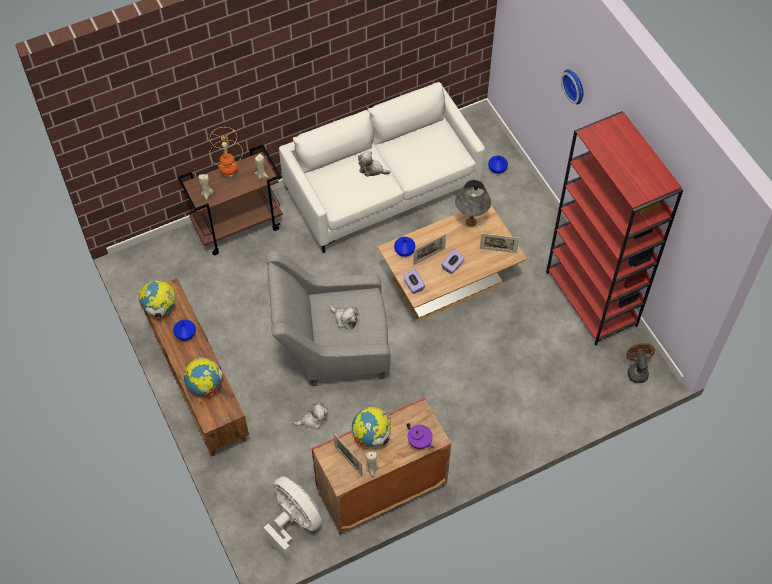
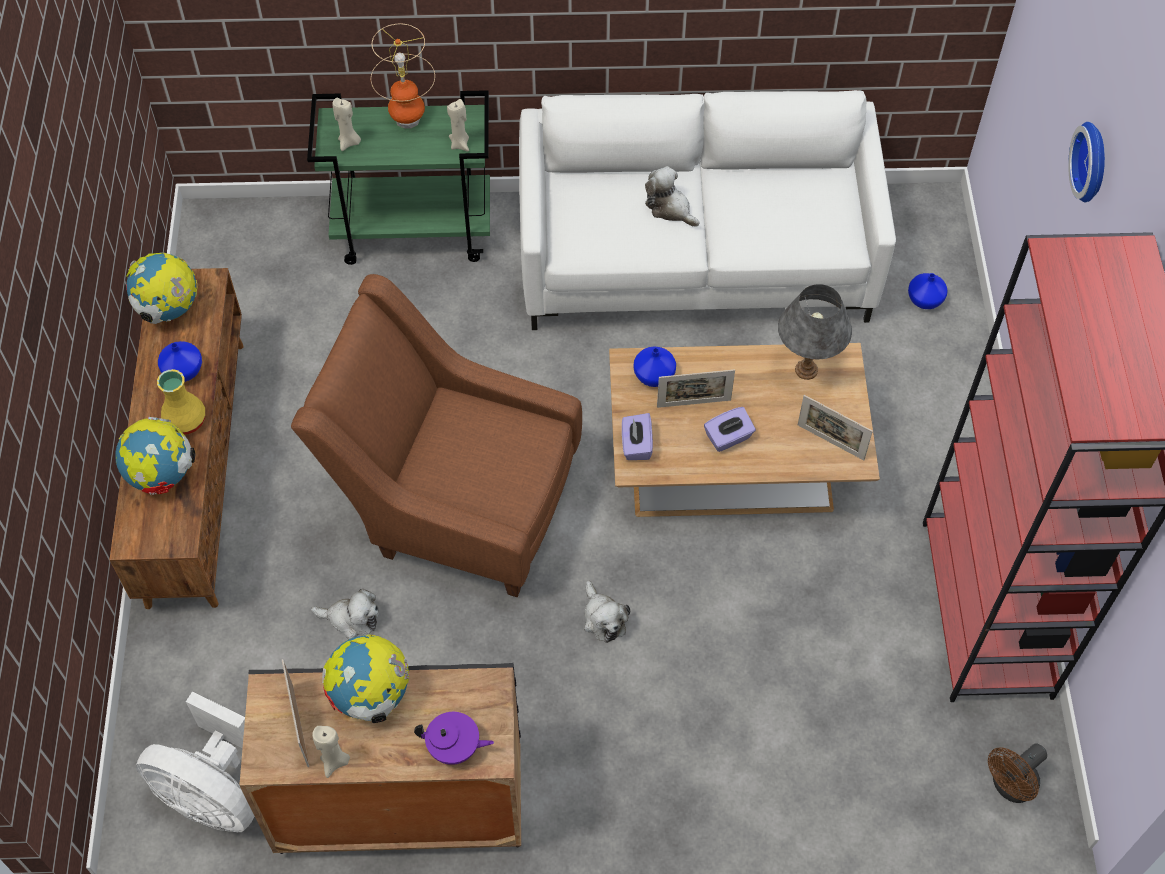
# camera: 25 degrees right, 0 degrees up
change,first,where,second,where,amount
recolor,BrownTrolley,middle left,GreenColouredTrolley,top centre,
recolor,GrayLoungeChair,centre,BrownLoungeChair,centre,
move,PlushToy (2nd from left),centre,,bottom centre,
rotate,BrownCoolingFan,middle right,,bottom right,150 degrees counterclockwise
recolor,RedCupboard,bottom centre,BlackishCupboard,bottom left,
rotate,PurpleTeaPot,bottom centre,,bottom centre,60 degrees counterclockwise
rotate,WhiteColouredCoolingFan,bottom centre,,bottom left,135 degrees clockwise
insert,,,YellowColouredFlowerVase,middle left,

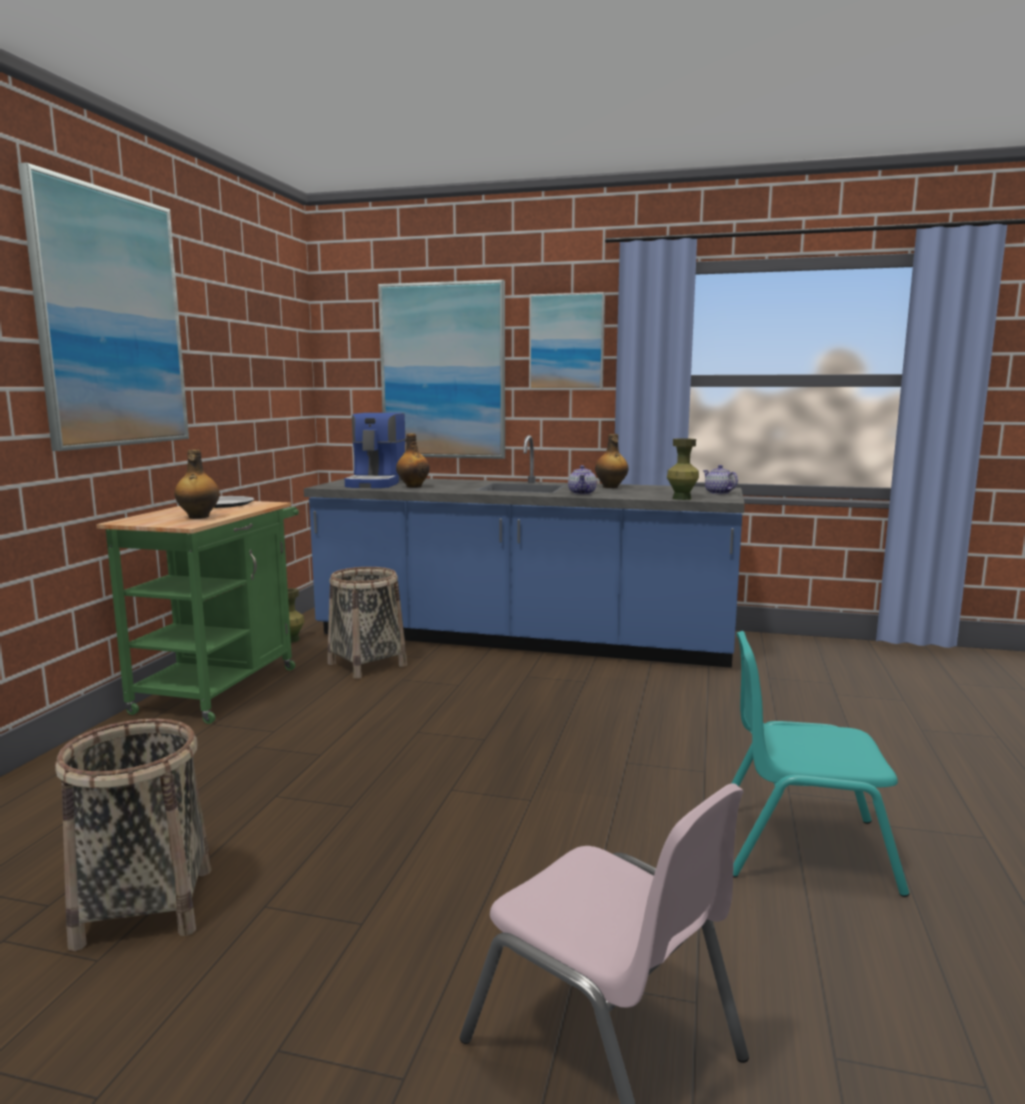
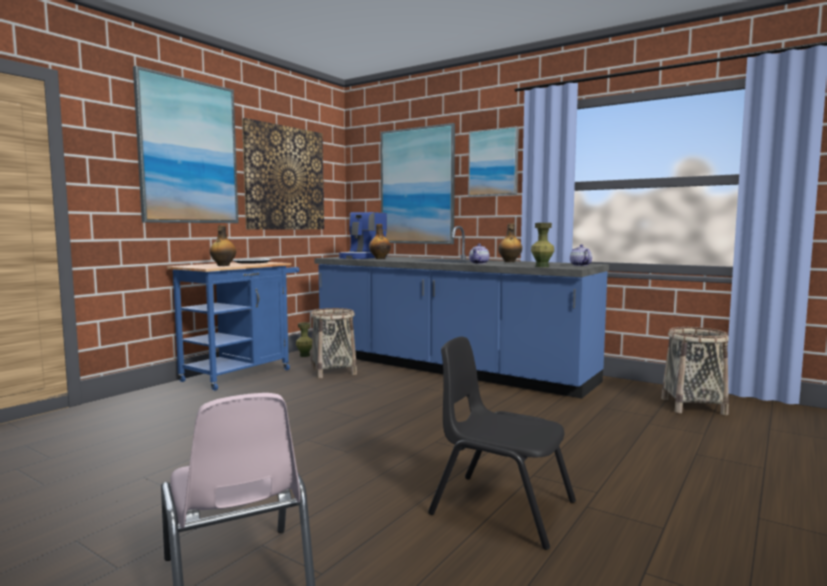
# camera: 20 degrees right, 5 degrees down
change,first,where,second,where,amount
recolor,GreenColouredTrolley,middle left,BluishTrolley,middle left,
recolor,BlueGreenPlainChair,bottom right,BlackishPlainChair,bottom centre,
move,HouseholdBasket (1st from left in the first image),bottom left,HouseholdBasket (2nd from left),middle right,
insert,,,WallArt (2nd from left),top centre,

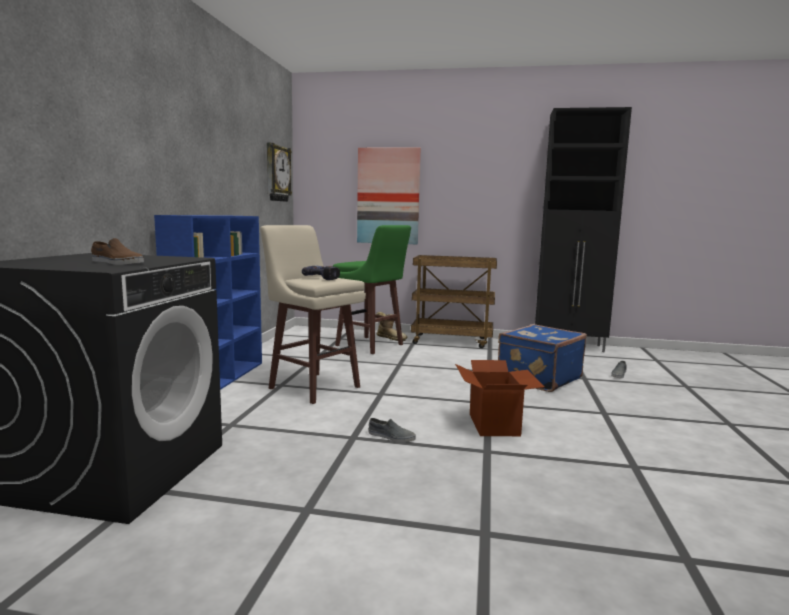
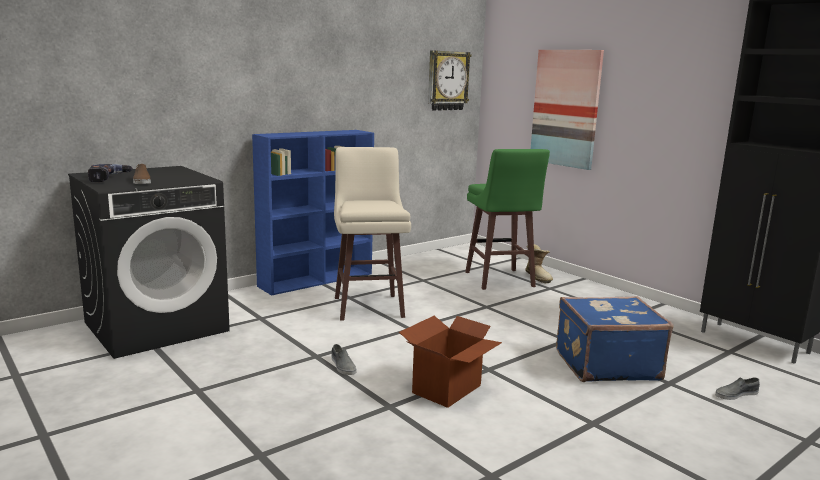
# camera: 40 degrees right, 5 degrees up
change,first,where,second,where,amount
delete,BrownTrolley,centre,,,
move,PowerDrill,centre,,middle left,

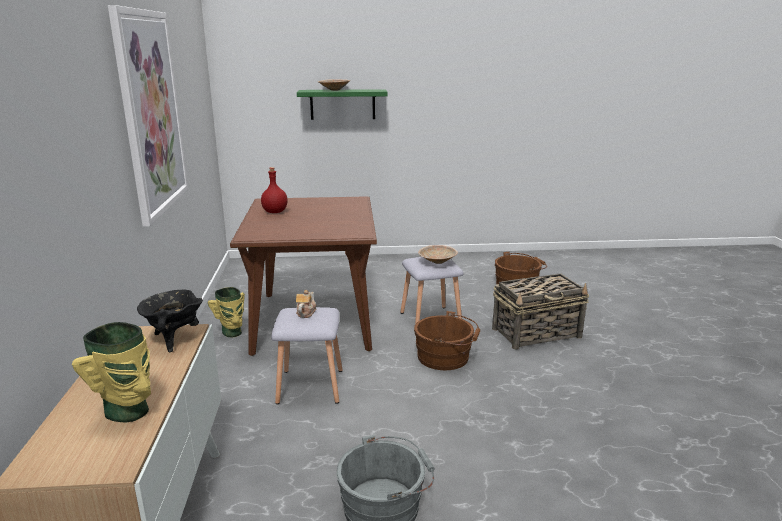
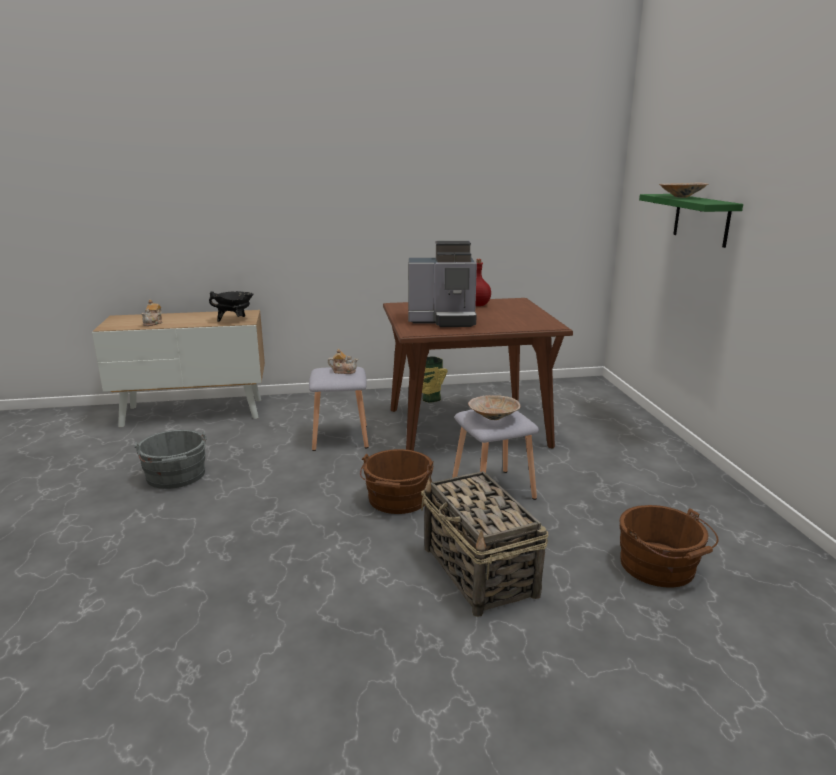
# camera: 85 degrees right, 0 degrees up
change,first,where,second,where,amount
delete,WallArt,top left,,,
replace,FlowerVase (1st from left),bottom left,TeaPot (1st from left),middle left,
insert,,,CoffeeBrewer,centre,

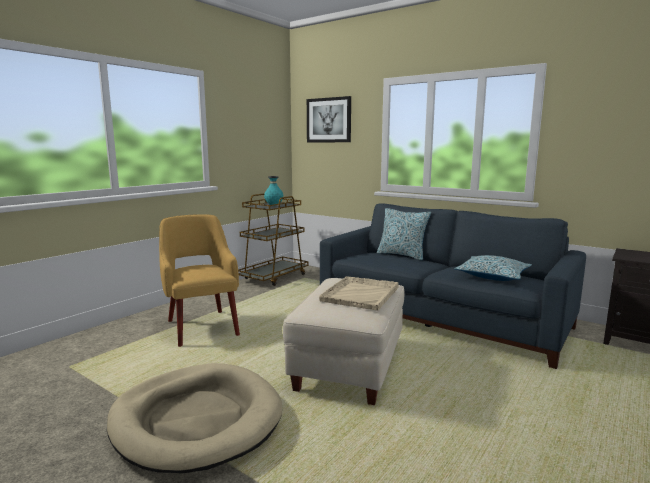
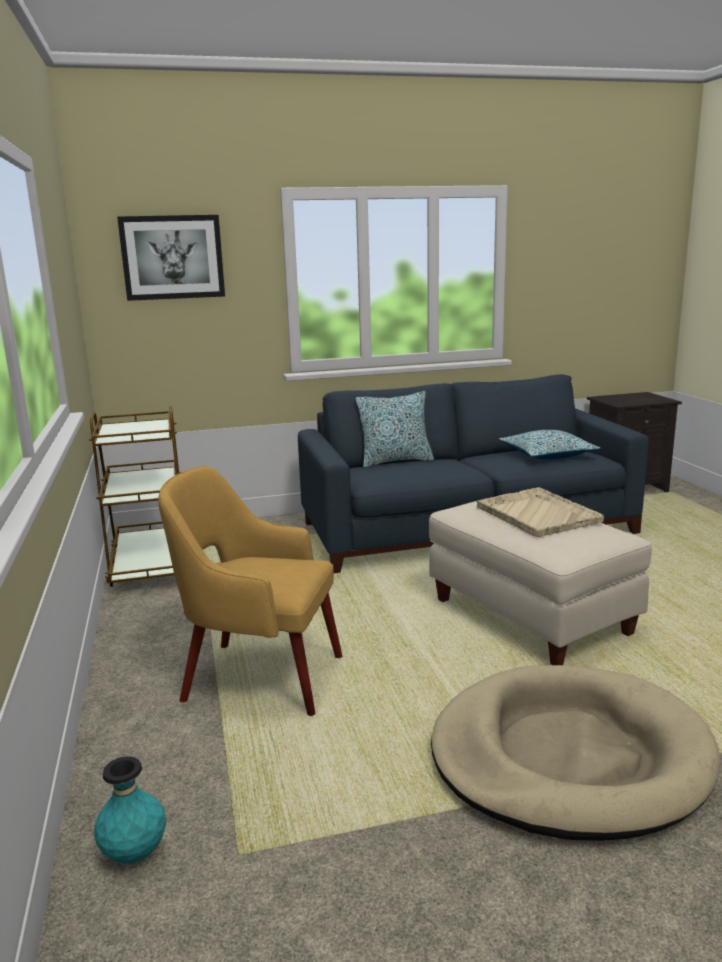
# camera: 50 degrees left, 5 degrees up
change,first,where,second,where,amount
move,BlueGreenFlowerVase,centre,,bottom left,

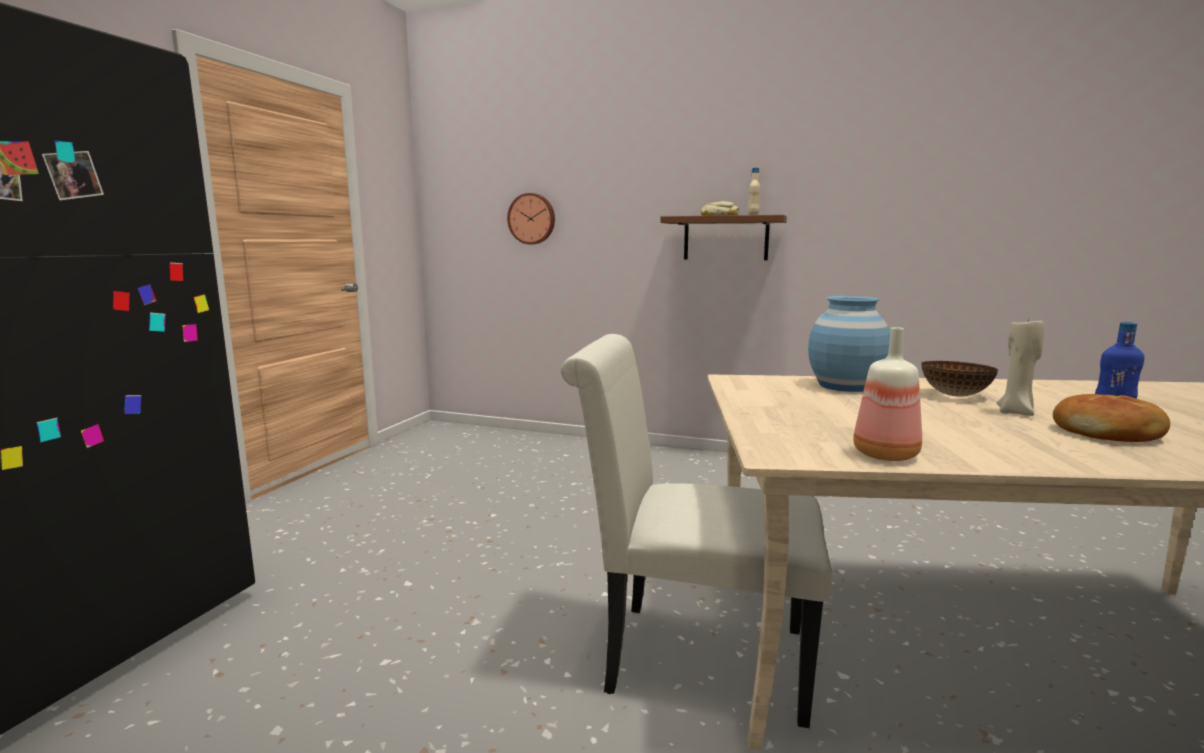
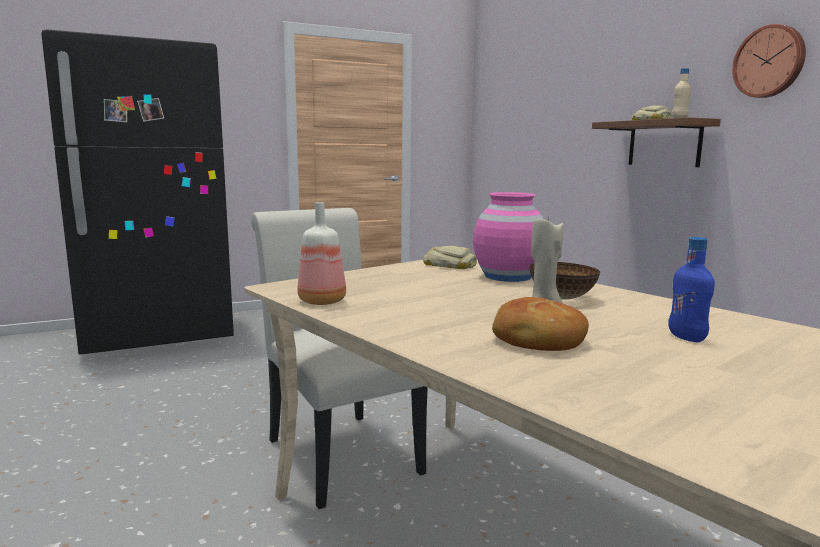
# camera: 45 degrees right, 0 degrees up
change,first,where,second,where,amount
move,HangingClock,top centre,,top right,
recolor,BluishFlowerVase,middle right,PinkColouredFlowerVase,centre,
insert,,,BakedBread (1st from left),centre,

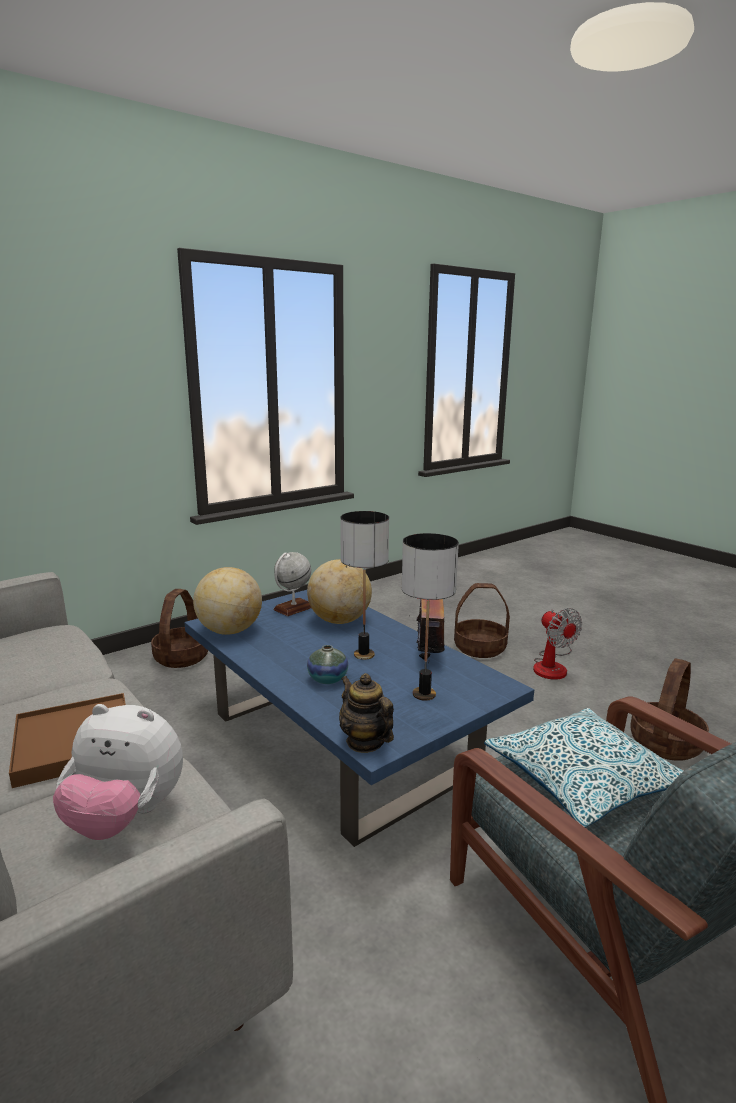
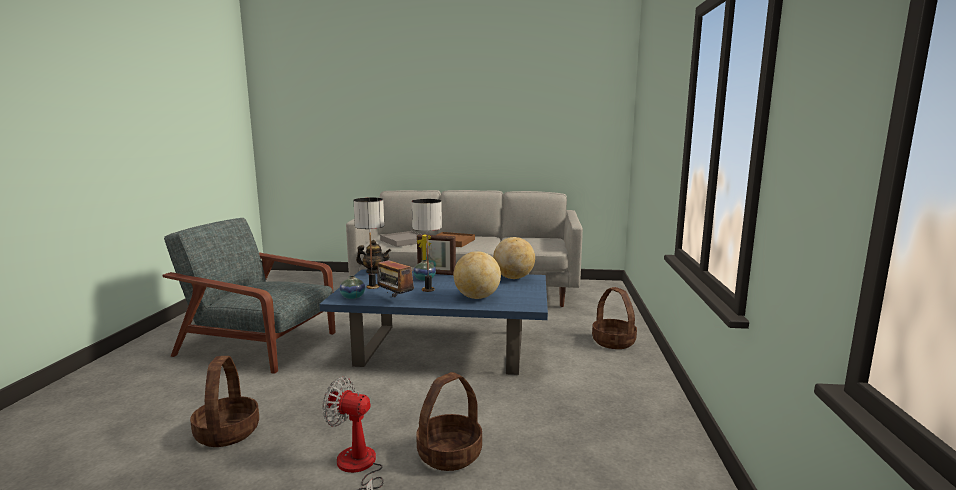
# camera: 135 degrees right, 5 degrees down
change,first,where,second,where,amount
delete,DeskGlobe (2nd from left),centre,,,
replace,PlushToy,bottom left,GrayTray,centre,
delete,Pillow,bottom right,,,
insert,,,PictureFrame,centre,
insert,,,FlowerVase (1st from left),centre,

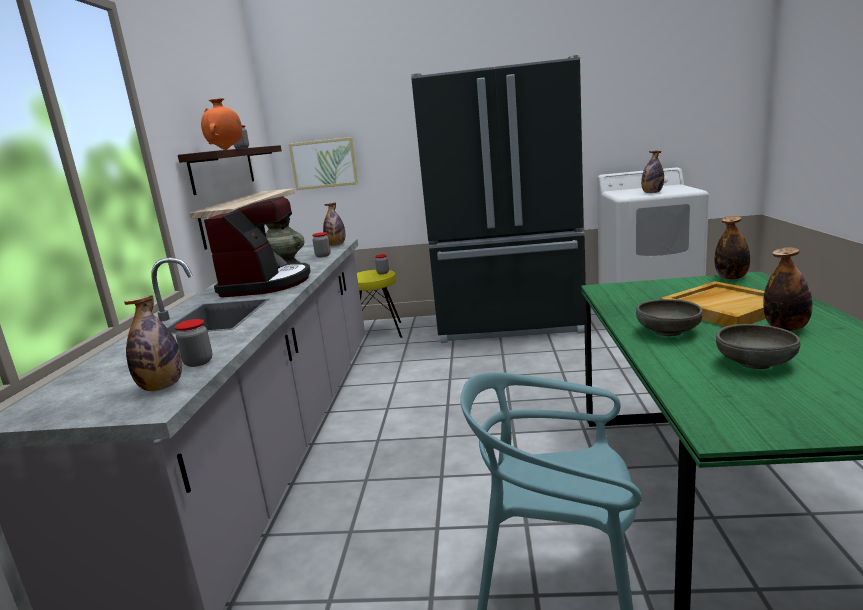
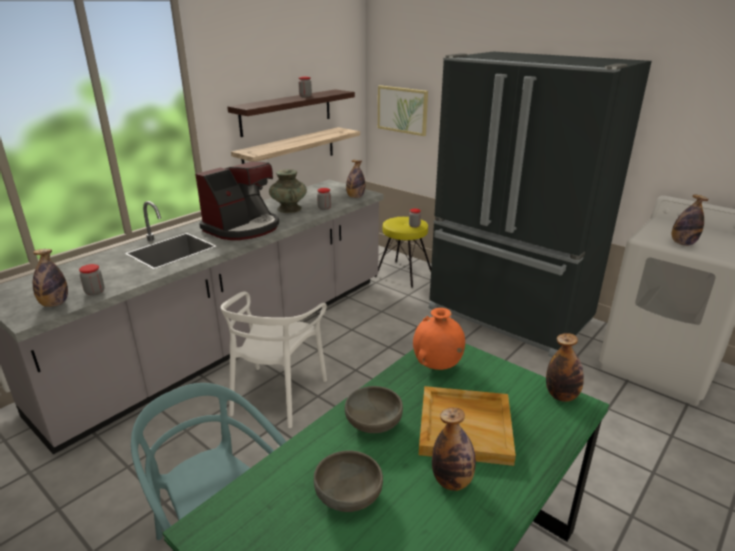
# camera: 35 degrees right, 10 degrees up
change,first,where,second,where,amount
move,OrangeFlowerVase,top left,,centre,
insert,,,WhiteColouredPlainChair,centre,

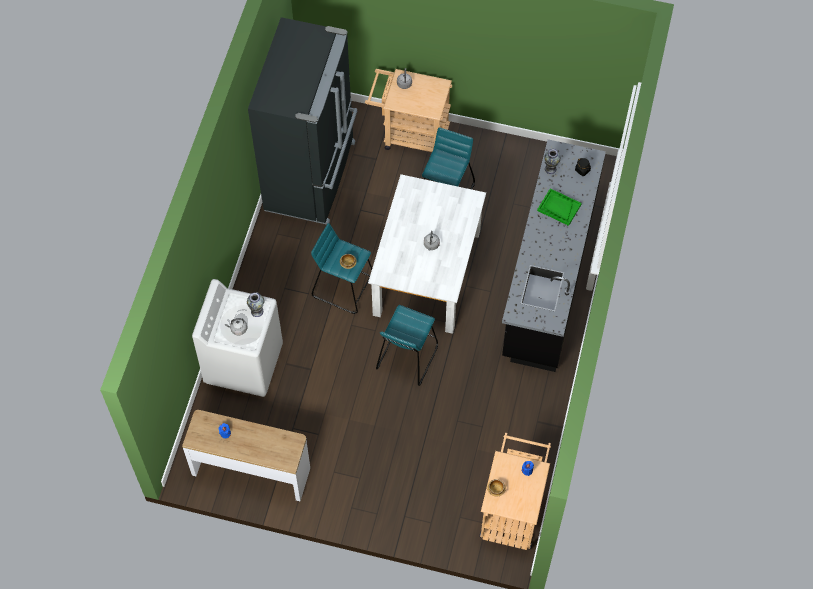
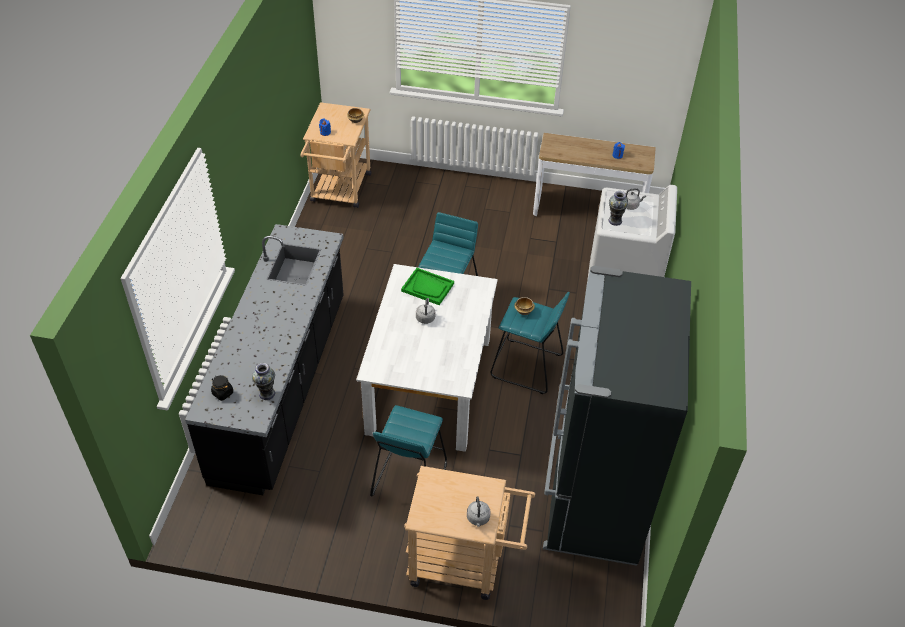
# camera: 175 degrees right, 15 degrees down
change,first,where,second,where,amount
move,GreenColouredTray,middle right,,centre,

